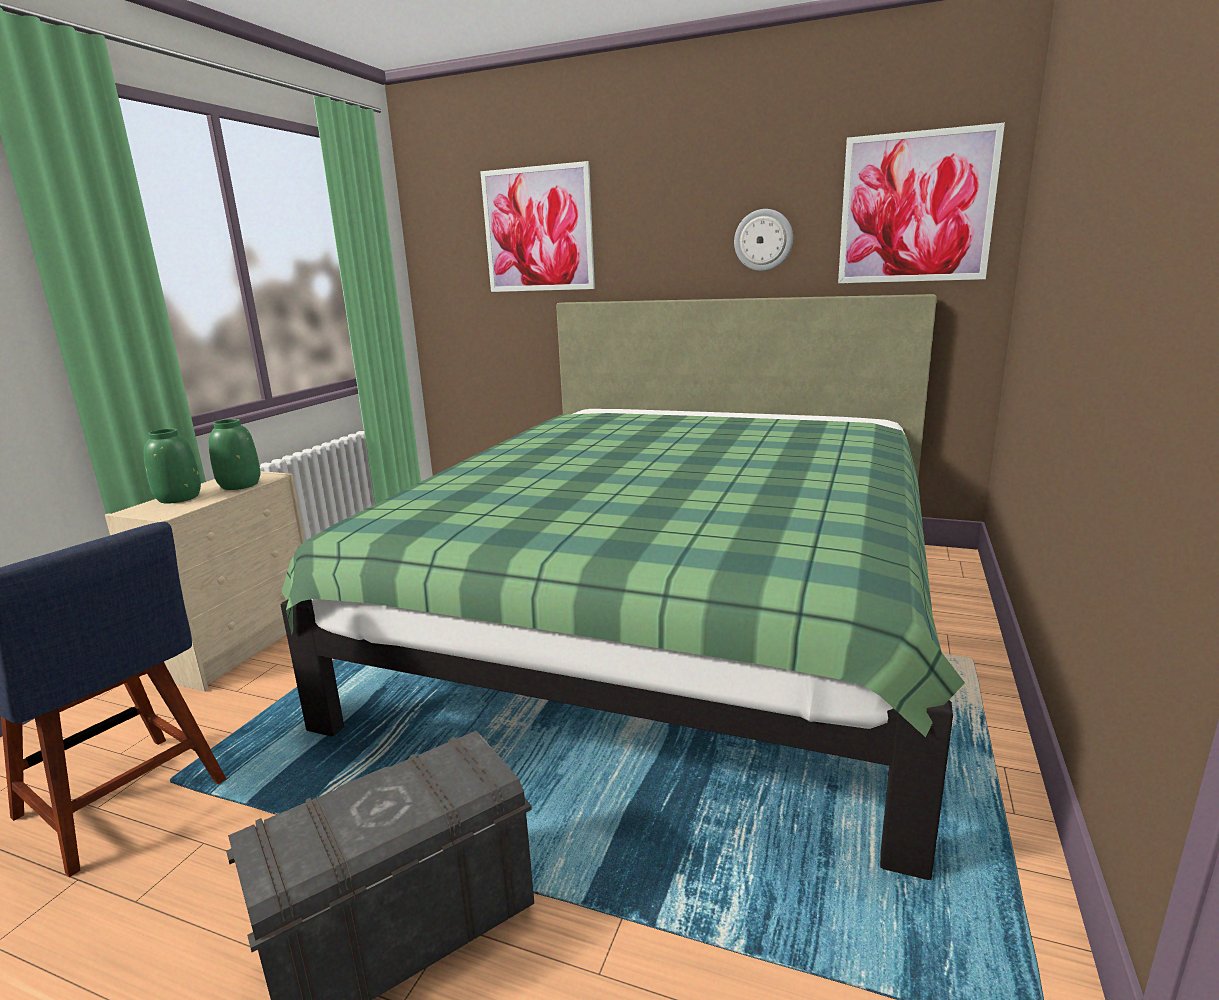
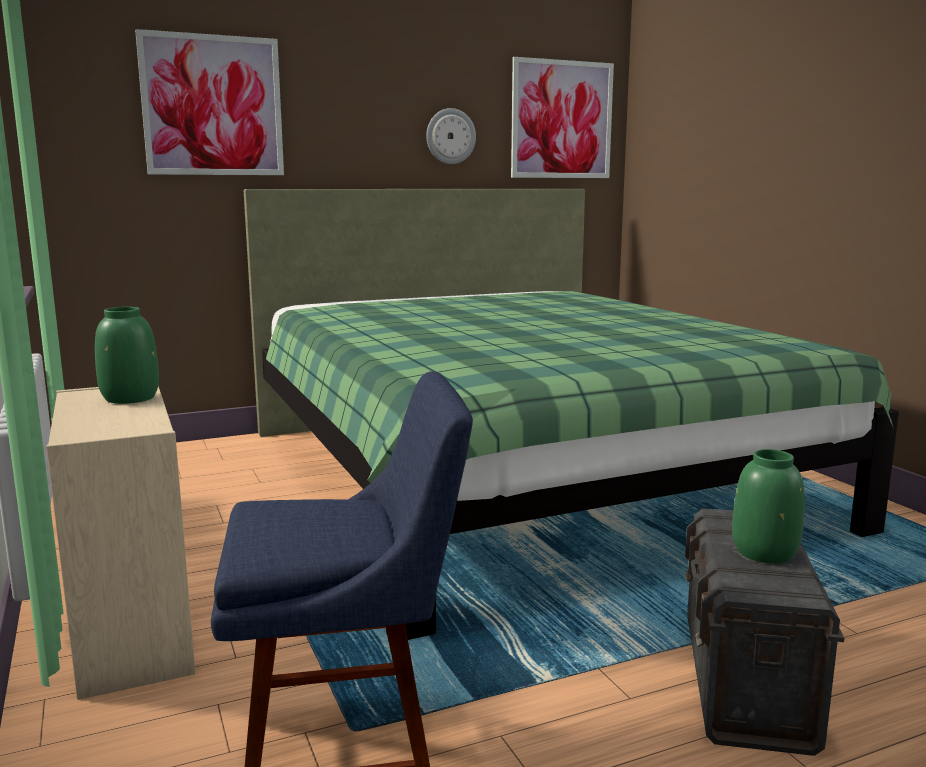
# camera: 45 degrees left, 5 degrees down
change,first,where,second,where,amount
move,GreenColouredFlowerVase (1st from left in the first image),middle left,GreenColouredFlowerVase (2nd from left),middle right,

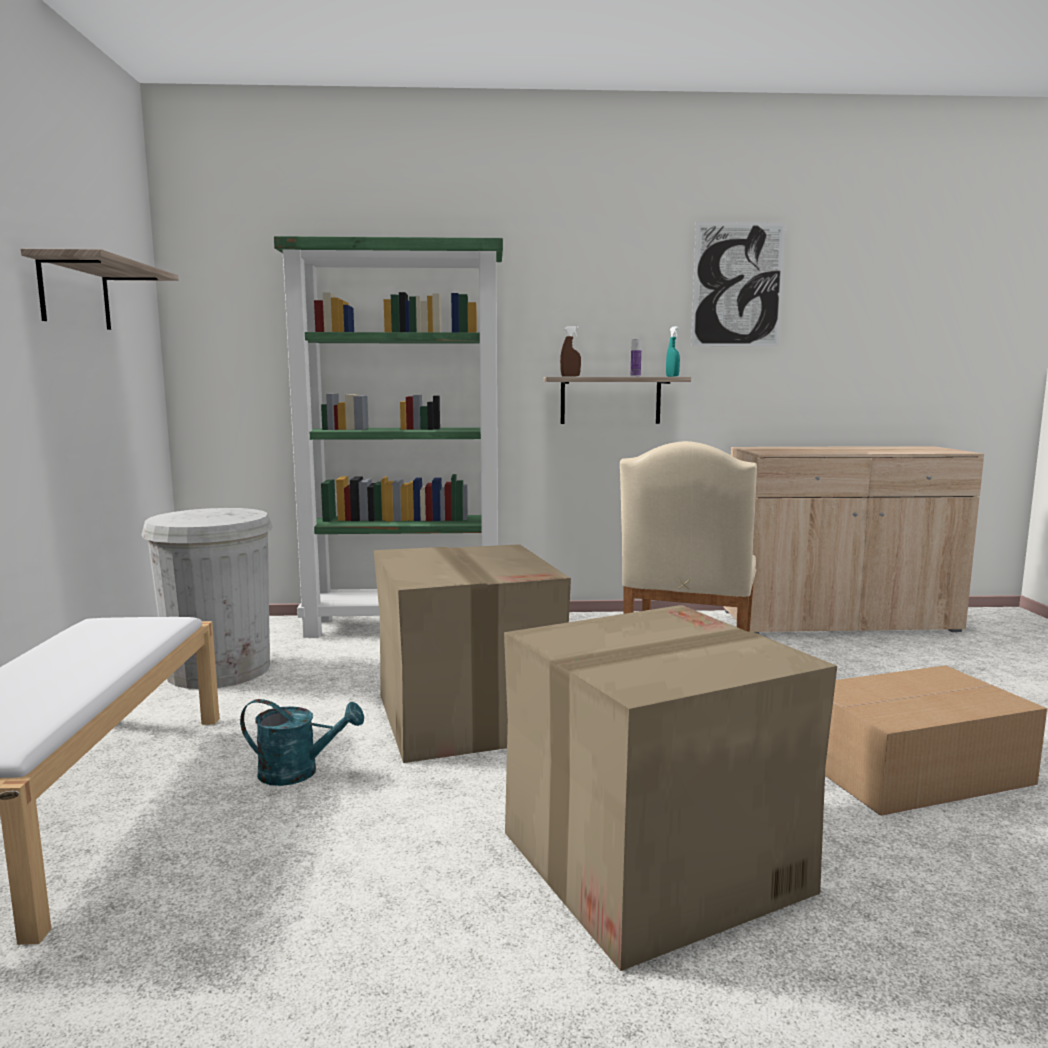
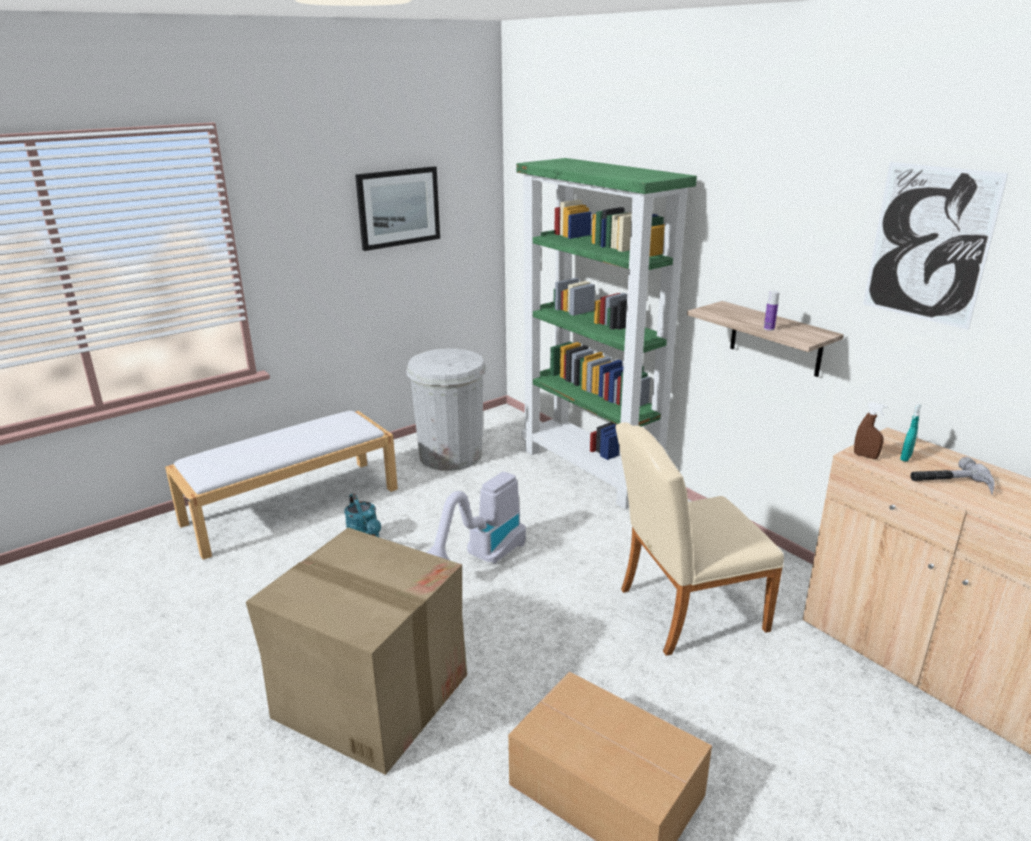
# camera: 55 degrees right, 15 degrees up
change,first,where,second,where,amount
replace,Shelf (1st from left),top left,WallArt (1st from left),top centre,
move,BrownSprayBottle,centre,,middle right,
move,BlueGreenSprayBottle,centre,,middle right,
replace,PackingBox (1st from left),centre,Vacuum,centre,
insert,,,ToolHammer,middle right,

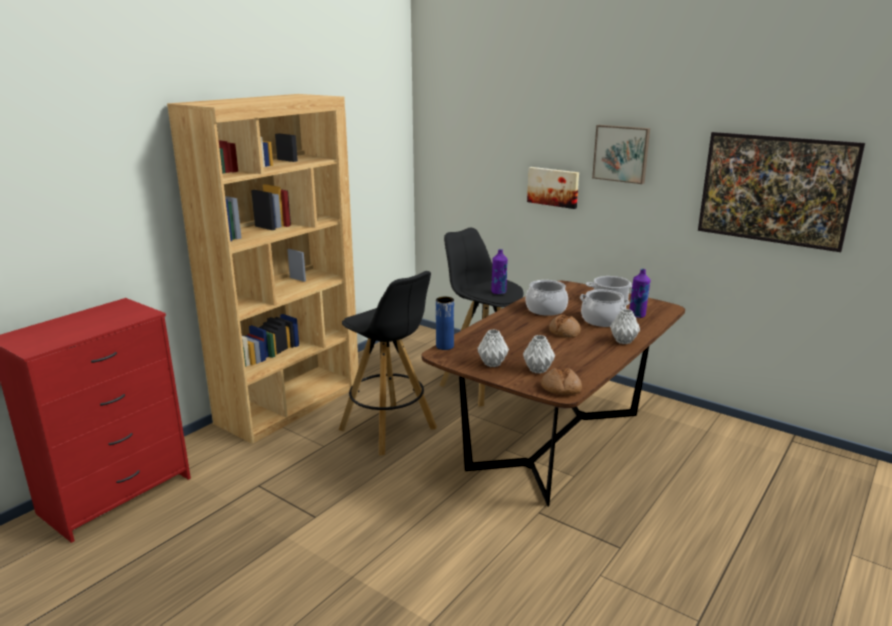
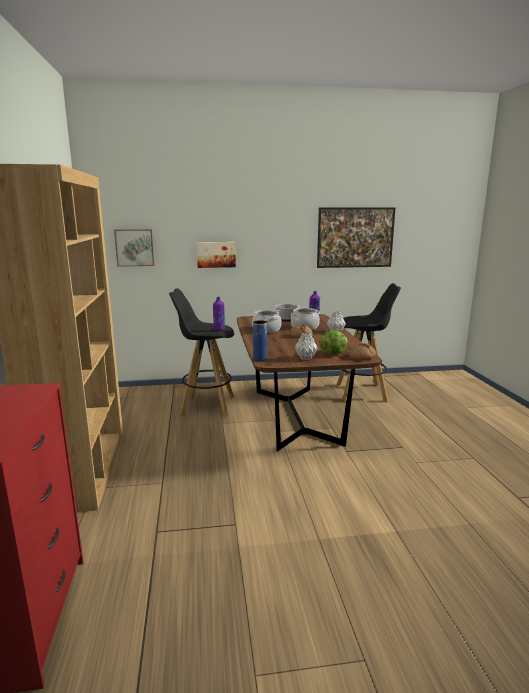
# camera: 45 degrees left, 5 degrees down
change,first,where,second,where,amount
move,WallArt (2nd from left in the first image),top right,WallArt (1st from left),middle left,
move,BlackishSittingStool (1st from left in the first image),centre,BlackishSittingStool (2nd from left),middle right,
replace,GrayFlowerVase (2nd from left),centre,HeadOfLettuce,centre,

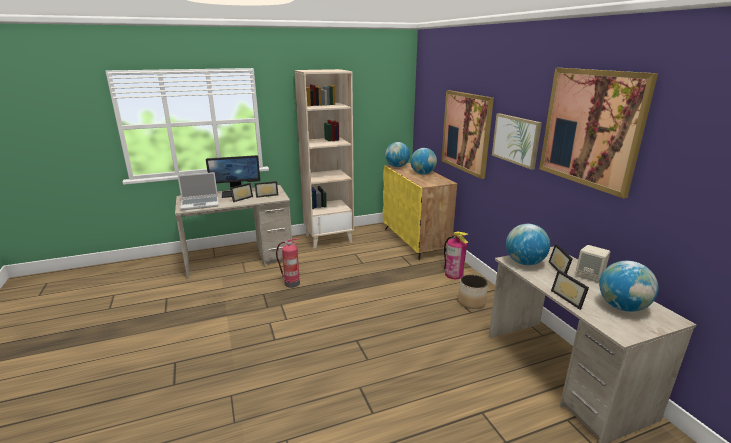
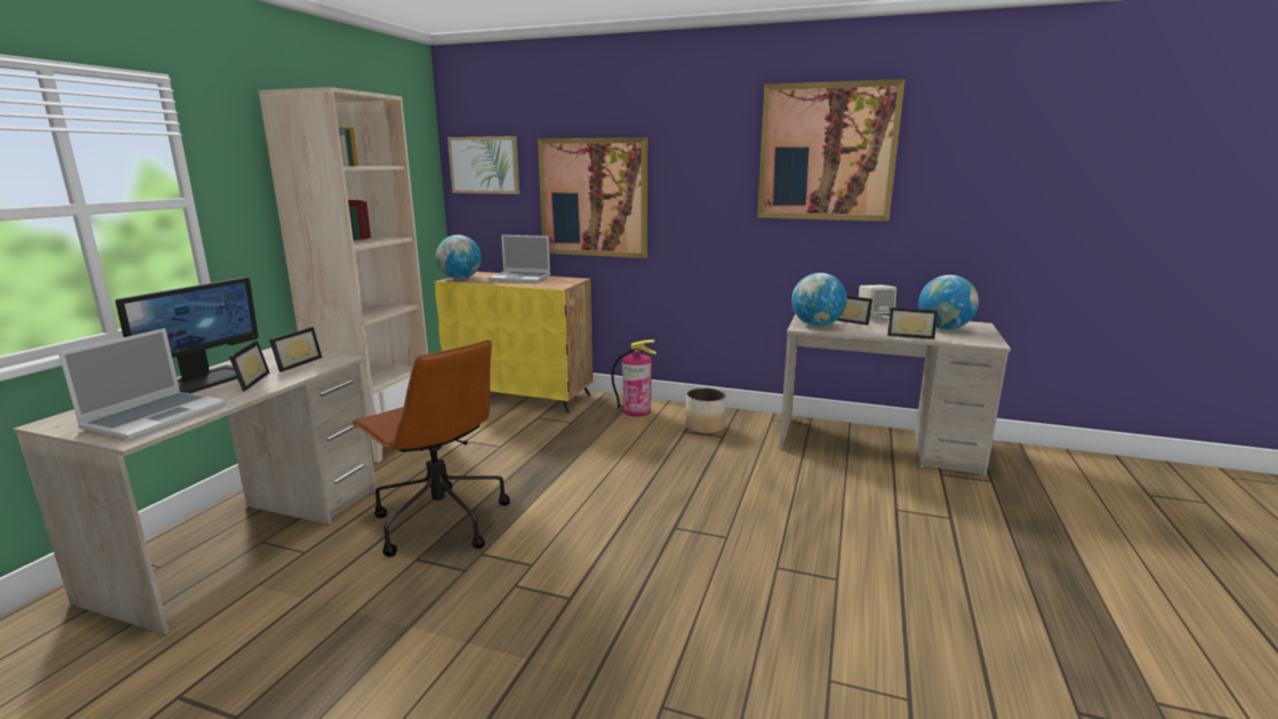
# camera: 50 degrees left, 5 degrees down
change,first,where,second,where,amount
move,WallArt (2nd from left in the first image),top right,WallArt (1st from left),top centre,
replace,DeskGlobe (2nd from left),centre,Laptop (2nd from left),centre,
replace,FireExtinguisher (1st from left),centre,BrownDeskChair,centre,

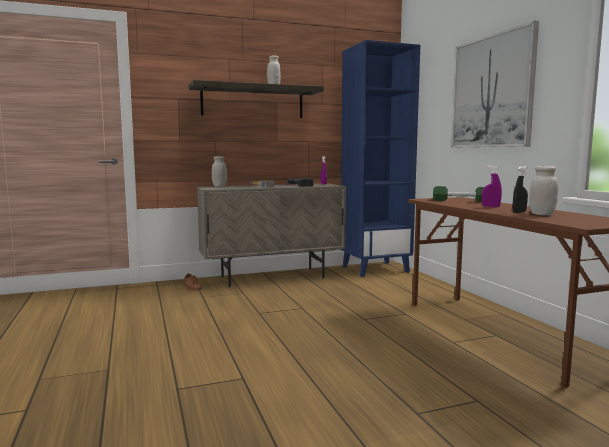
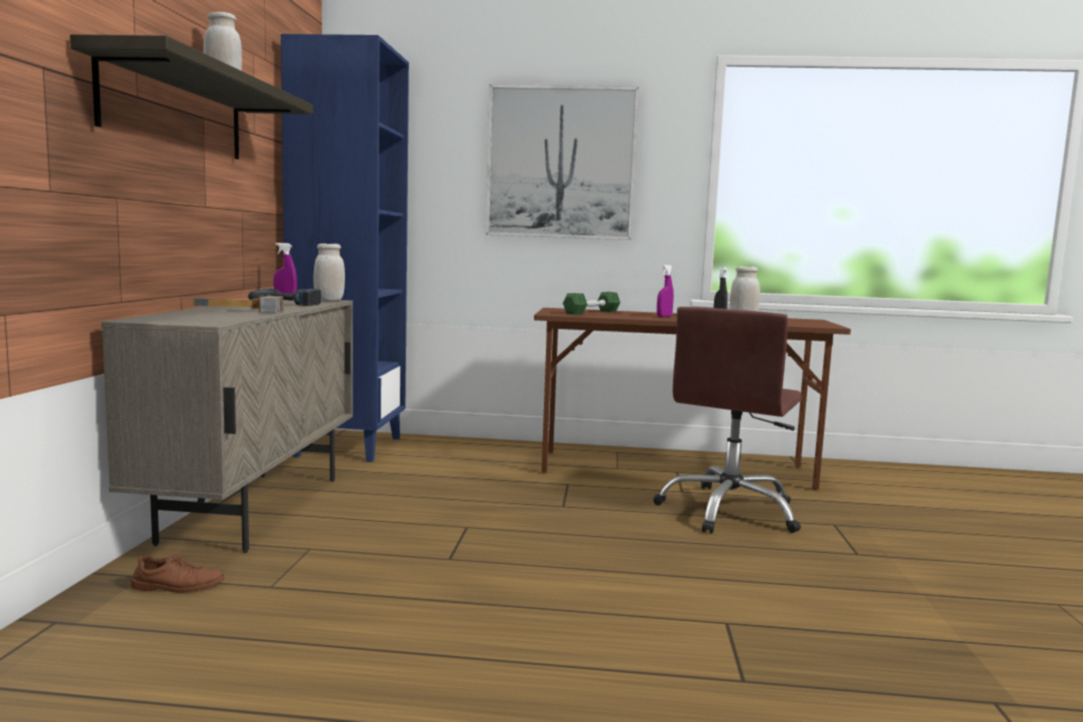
# camera: 65 degrees left, 0 degrees up
change,first,where,second,where,amount
move,WhiteColouredStorageJar (1st from left in the first image),centre,WhiteColouredStorageJar (2nd from left),middle left,
insert,,,BrownDeskChair,middle right,

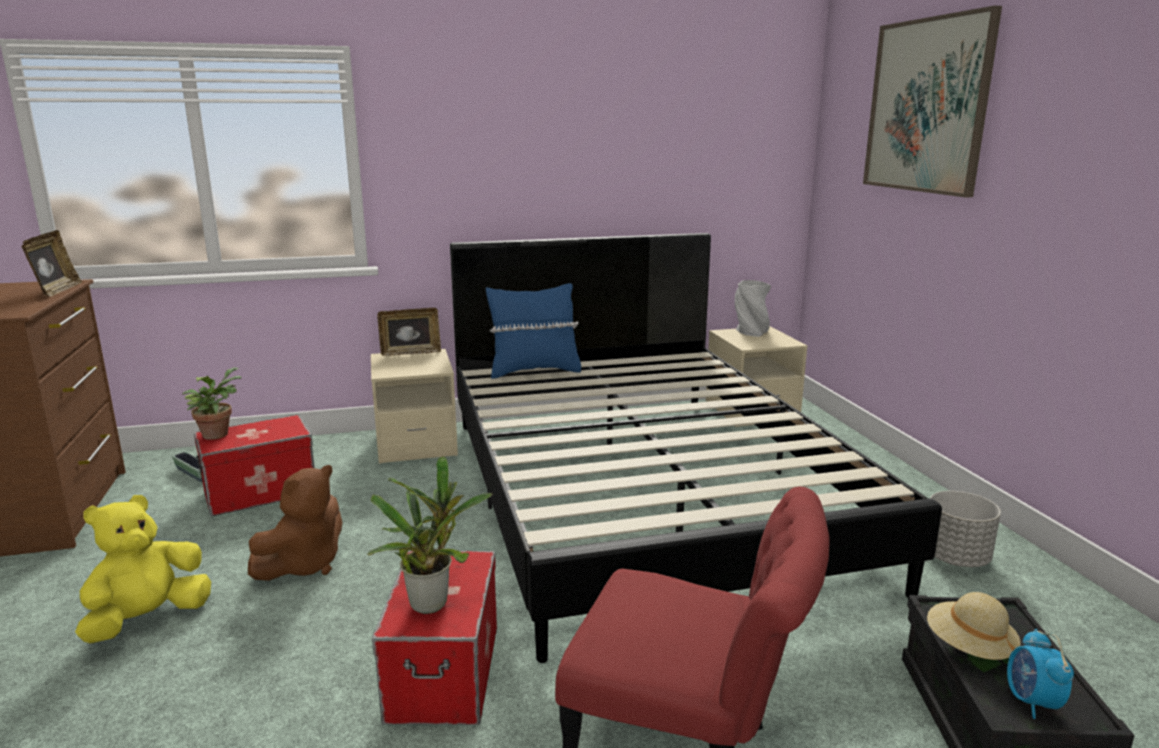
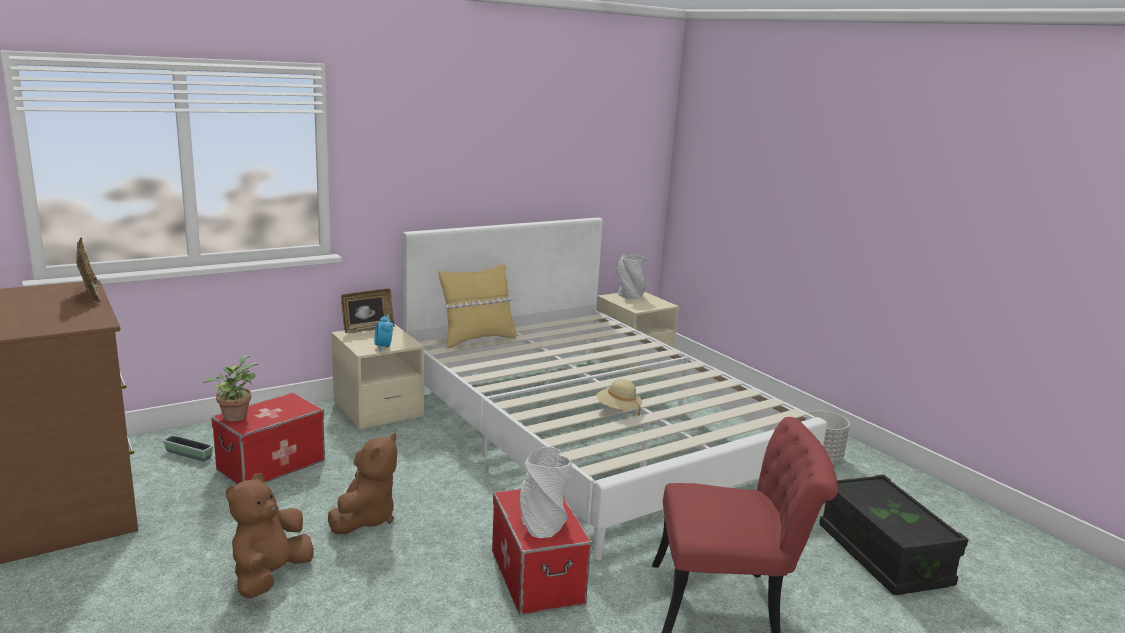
# camera: 20 degrees left, 0 degrees up
change,first,where,second,where,amount
delete,WallArt,top right,,,
recolor,BlackishBed,centre,WhiteColouredBed,centre,
recolor,BluishPillow,centre,YellowColouredPillow,centre,
replace,PlantInAPot (2nd from left),bottom centre,GrayFlowerVase (1st from left),bottom centre,
recolor,YellowColouredPlushToy,bottom left,BrownPlushToy (1st from left),bottom left,
move,BeigeHat,bottom right,,centre,
move,TableClock,bottom right,,centre,

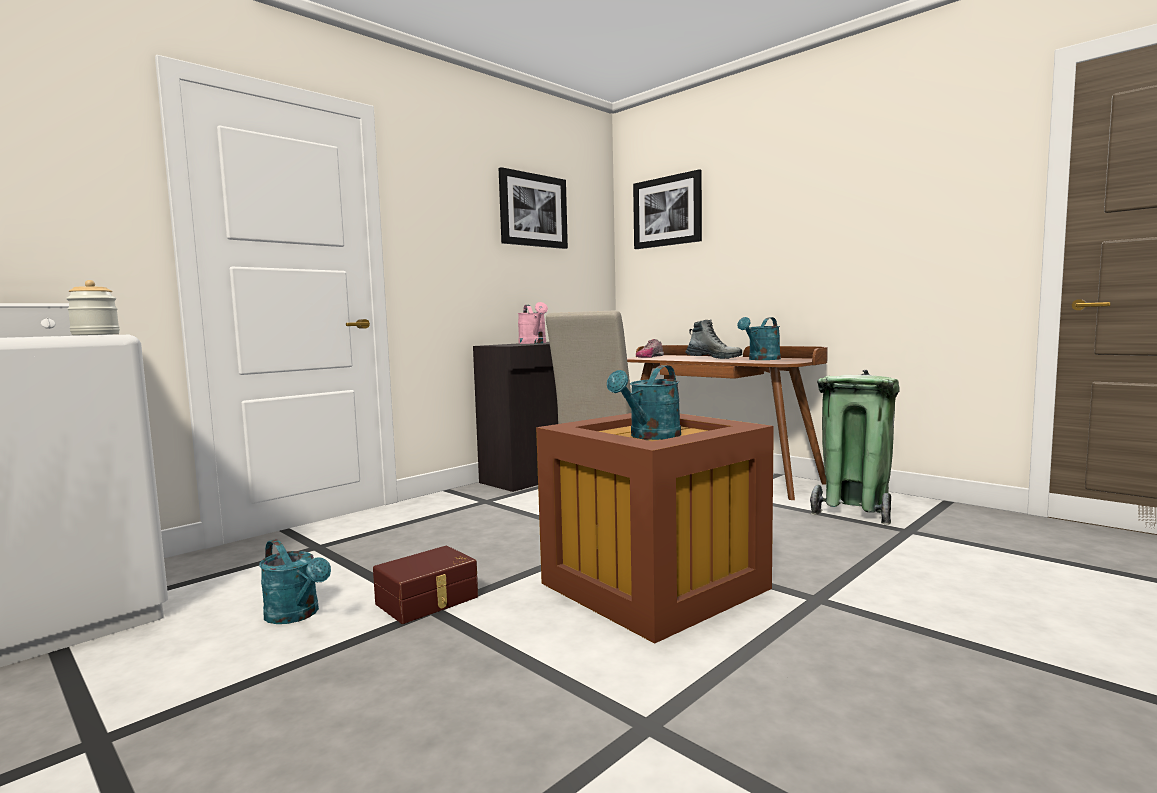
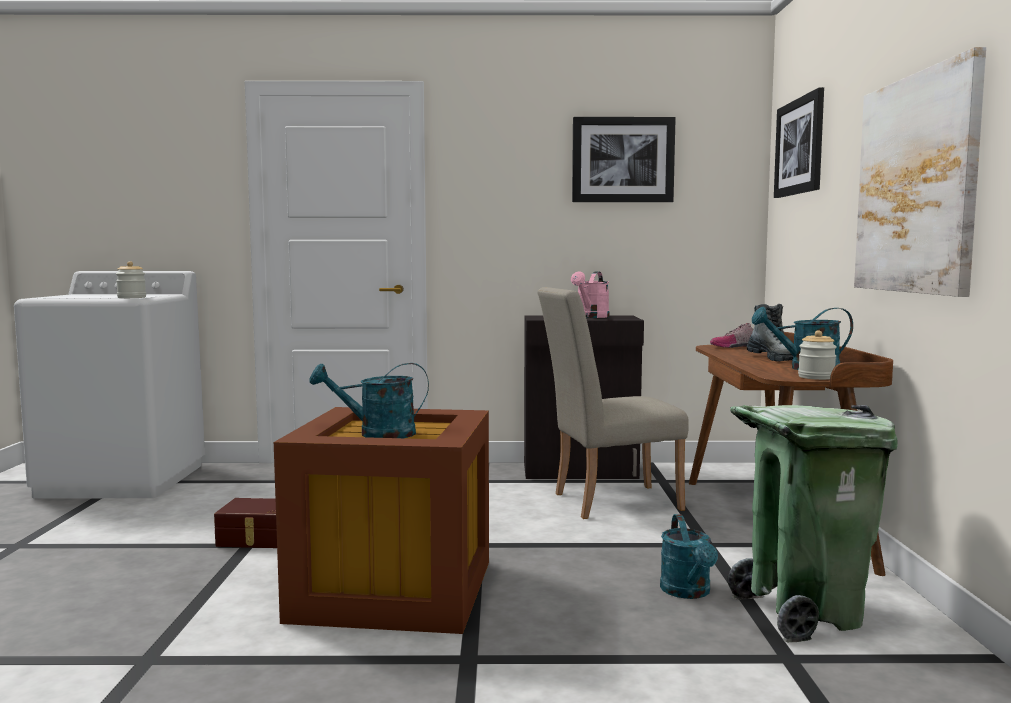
# camera: 45 degrees right, 0 degrees up
change,first,where,second,where,amount
move,BlueGreenSprinklingCan (1st from left in the first image),bottom left,BlueGreenSprinklingCan (2nd from left),bottom right,
insert,,,WallArt (3rd from left),top right,
insert,,,StorageJar (2nd from left),middle right,

